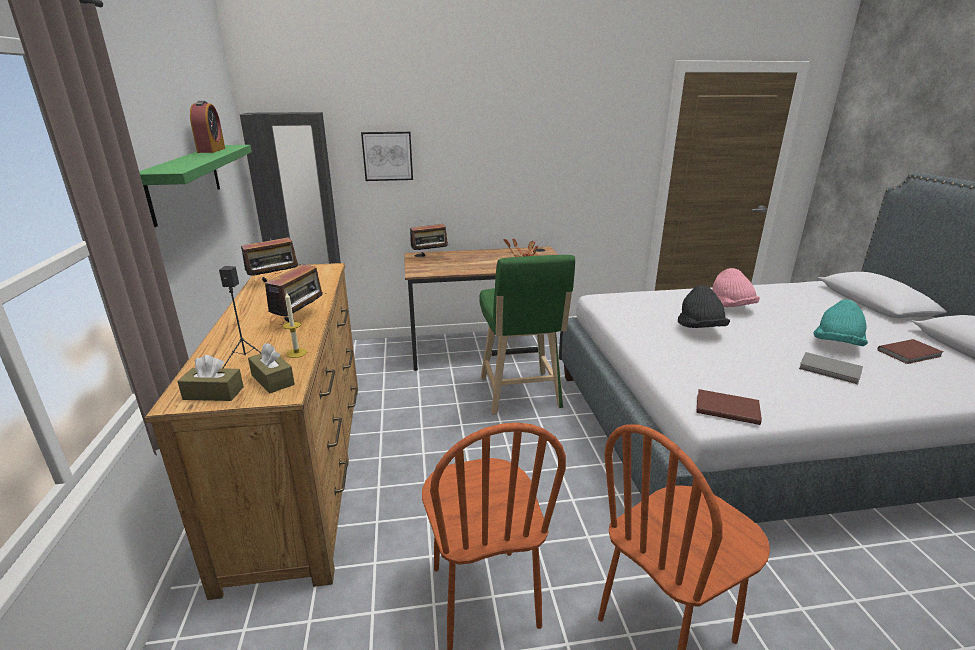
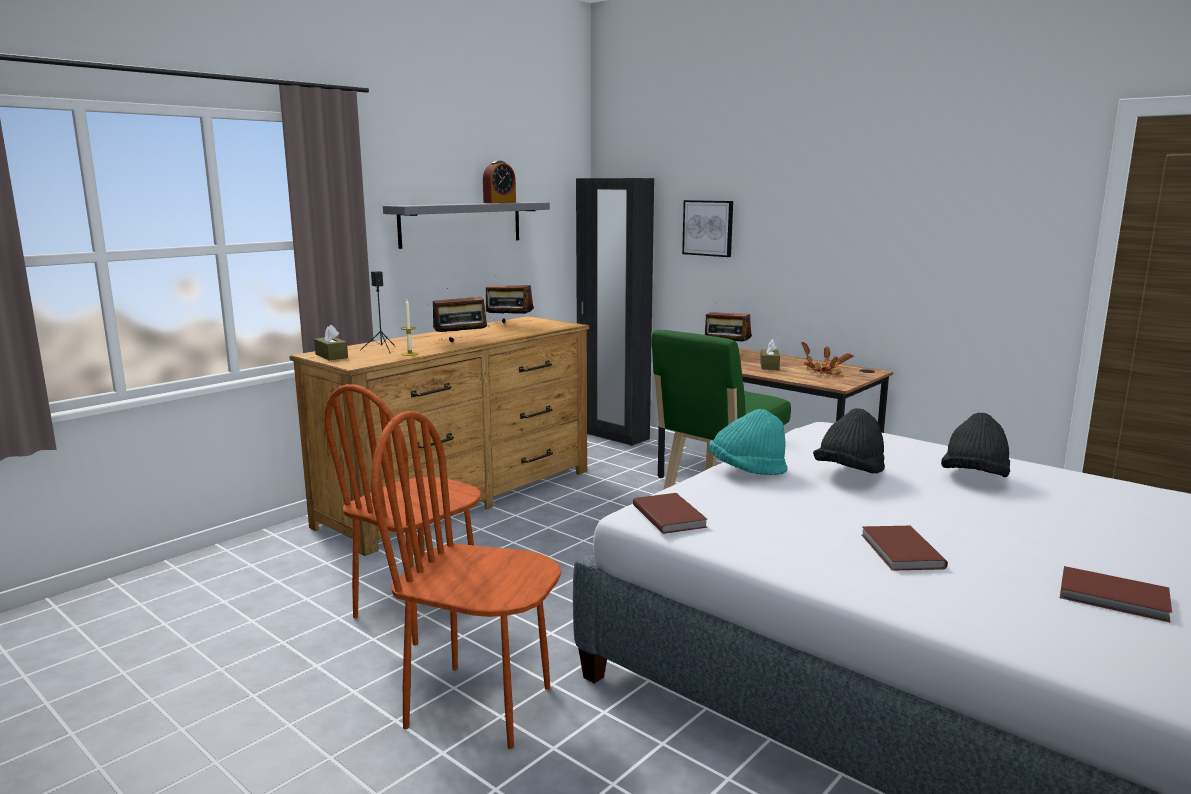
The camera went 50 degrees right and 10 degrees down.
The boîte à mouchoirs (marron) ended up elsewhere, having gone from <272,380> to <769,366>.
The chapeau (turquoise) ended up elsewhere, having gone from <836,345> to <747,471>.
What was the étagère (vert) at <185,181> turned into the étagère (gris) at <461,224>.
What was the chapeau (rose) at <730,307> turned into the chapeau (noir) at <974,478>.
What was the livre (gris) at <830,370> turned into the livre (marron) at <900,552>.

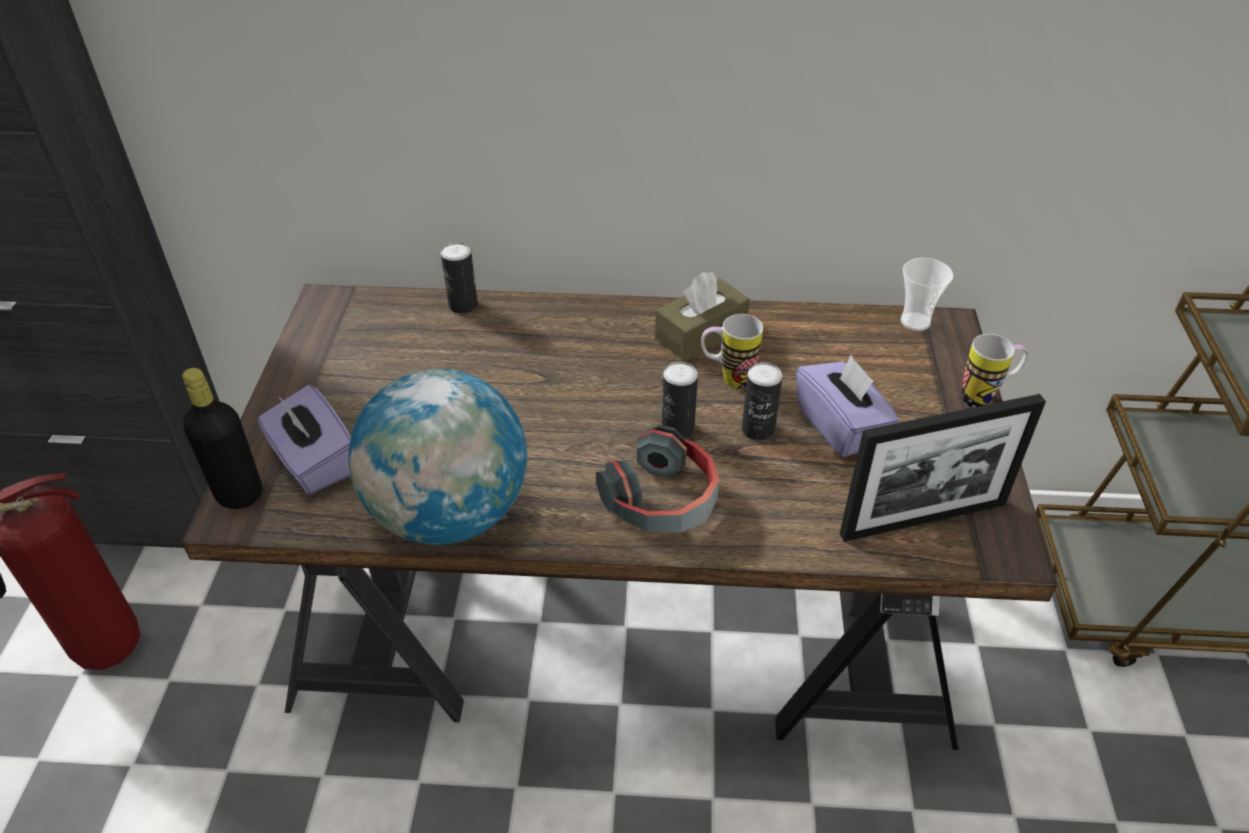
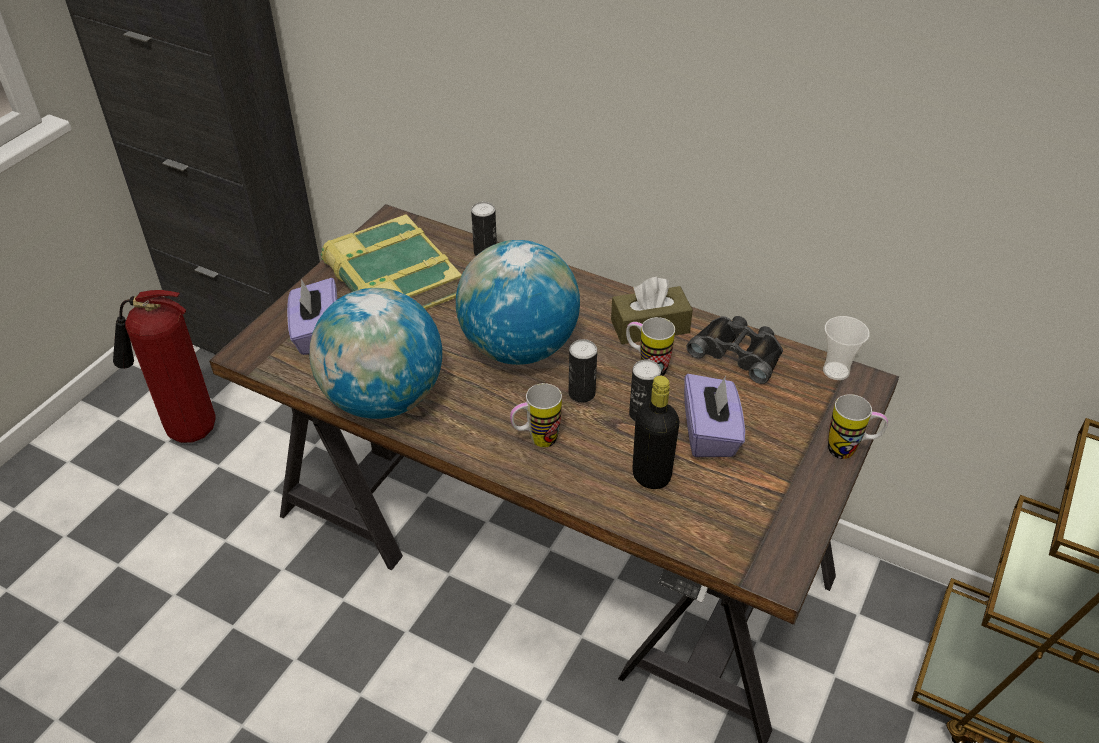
The camera went 25 degrees right and 0 degrees up.
The second view lost the cadre photo at <923,519>.
The second view gained the livre at <391,281>.
The second view gained the globe at <518,347>.
The second view gained the jumelles (noir) at <738,352>.
The bouteille (noir) ended up elsewhere, having gone from <239,494> to <651,476>.
Where the casque audio stood at <663,500>, the mug came to stand at <535,441>.

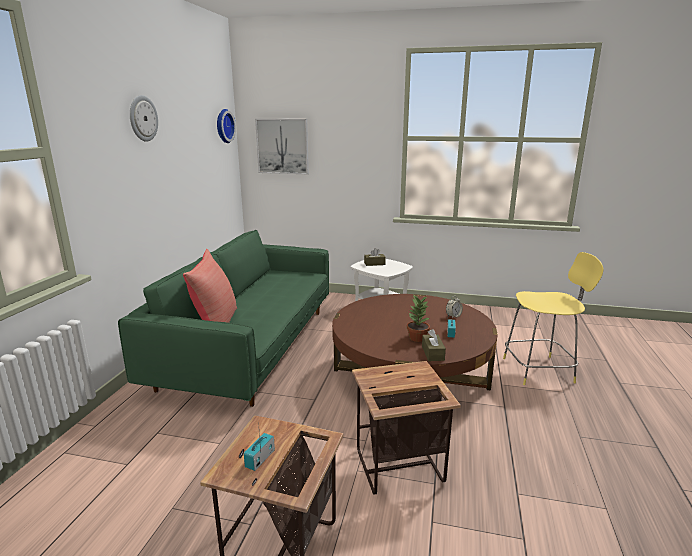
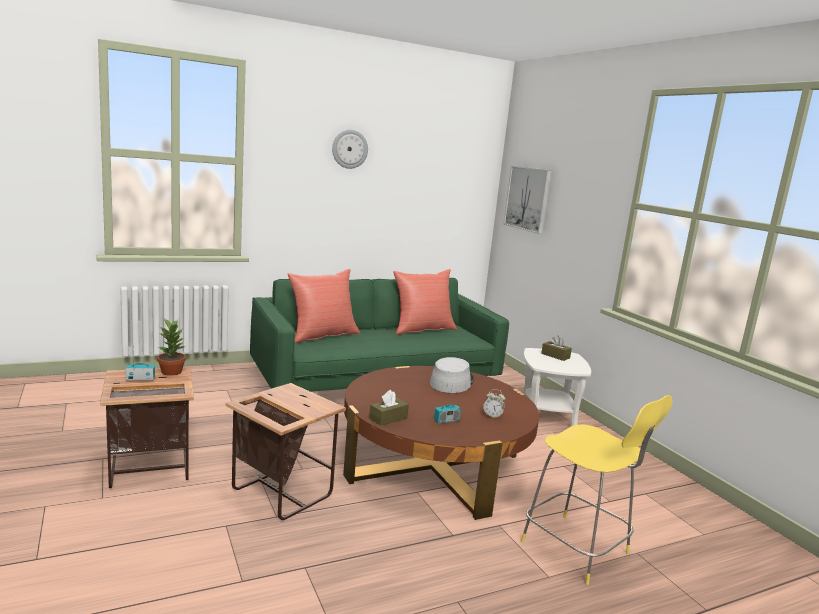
The camera went 50 degrees right and 5 degrees down.
The second view lost the horloge murale at <223,126>.
The second view gained the coussin (rouge) at <422,329>.
The second view gained the chapeau (gris) at <451,382>.
The plante en pot ended up elsewhere, having gone from <417,338> to <171,371>.

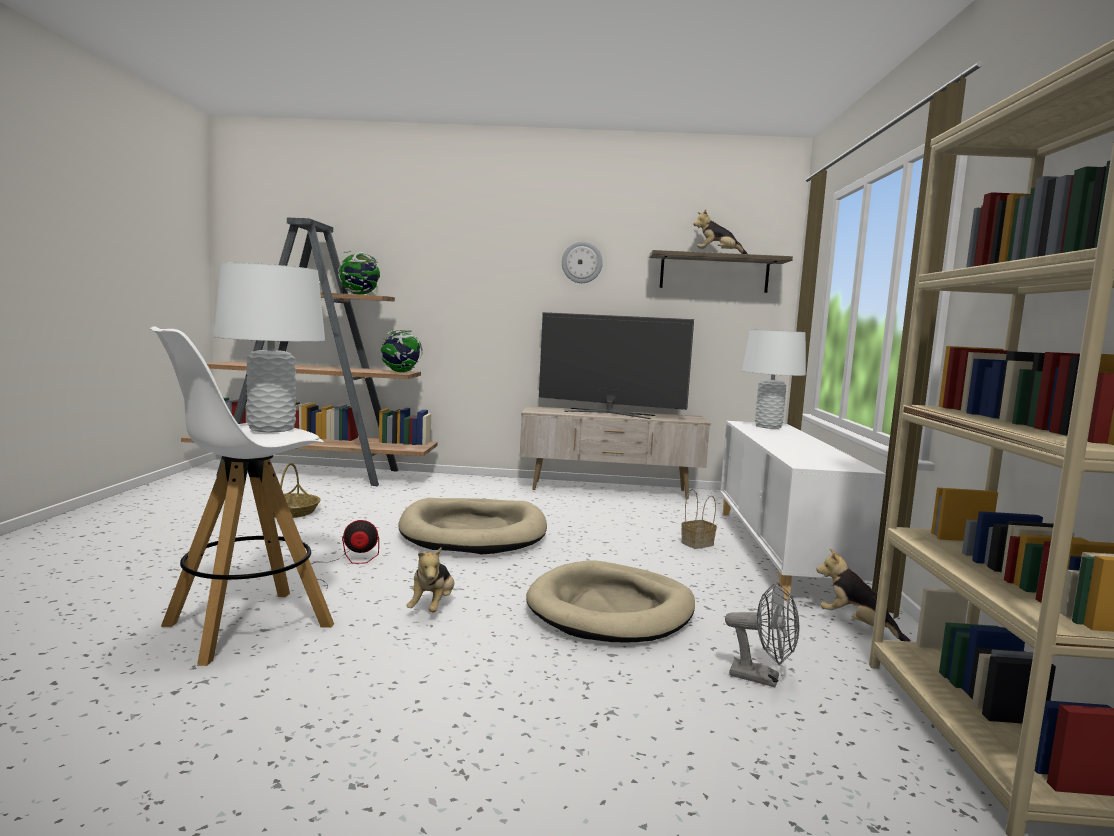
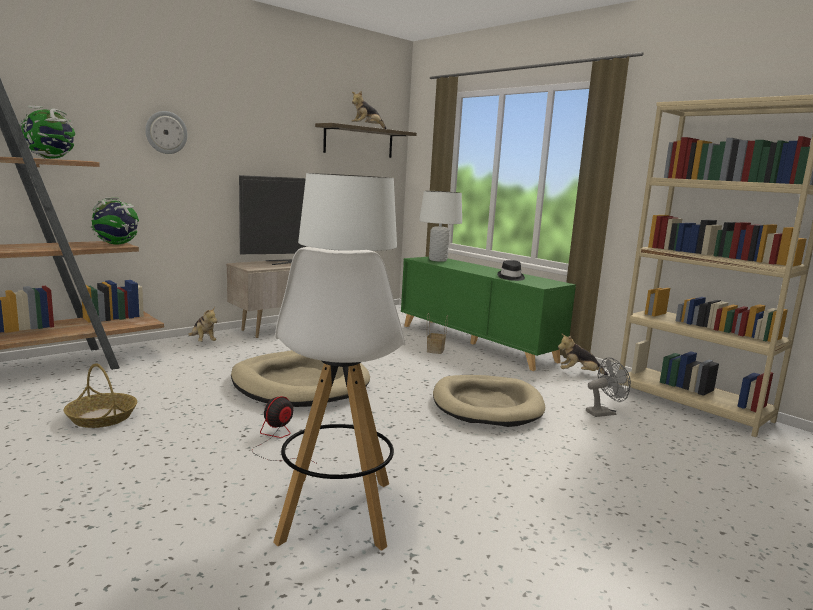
The camera went 45 degrees left and 5 degrees up.
The second view gained the chapeau (noir) at <510,277>.
The peluche ended up elsewhere, having gone from <432,607> to <202,342>.
The horloge murale ended up elsewhere, having gone from <582,262> to <166,132>.
What was the meuble de rangement (blanc) at <779,551> turned into the meuble de rangement (vert) at <476,343>.

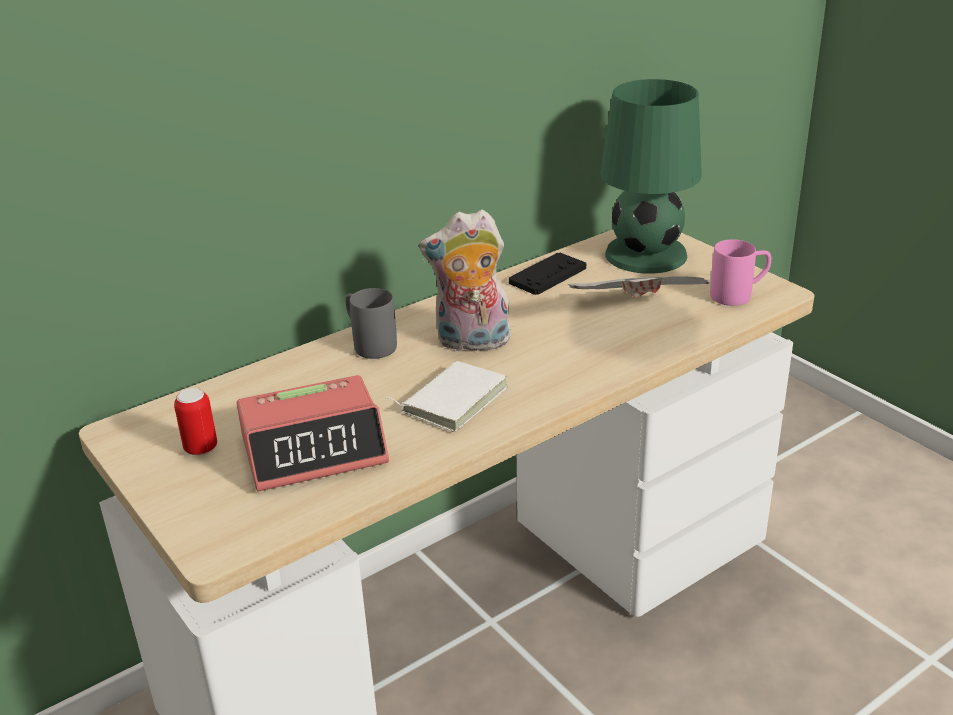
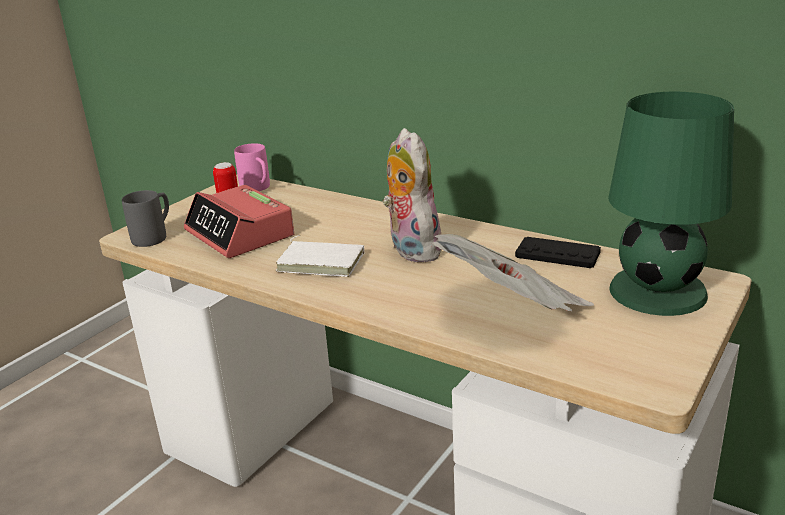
The camera went 70 degrees right and 5 degrees down.
The mug (gris) ended up elsewhere, having gone from <369,344> to <155,236>.
The mug (rose) ended up elsewhere, having gone from <739,295> to <258,188>.

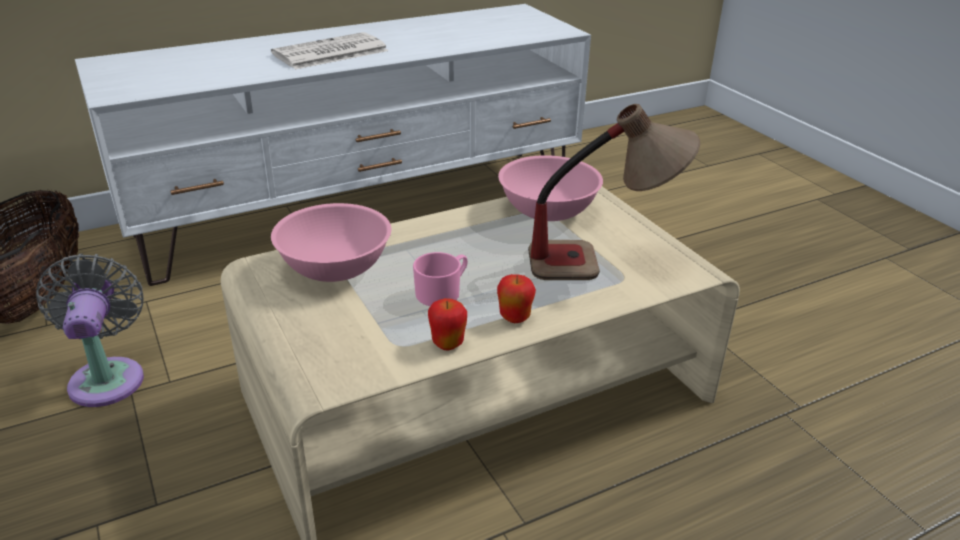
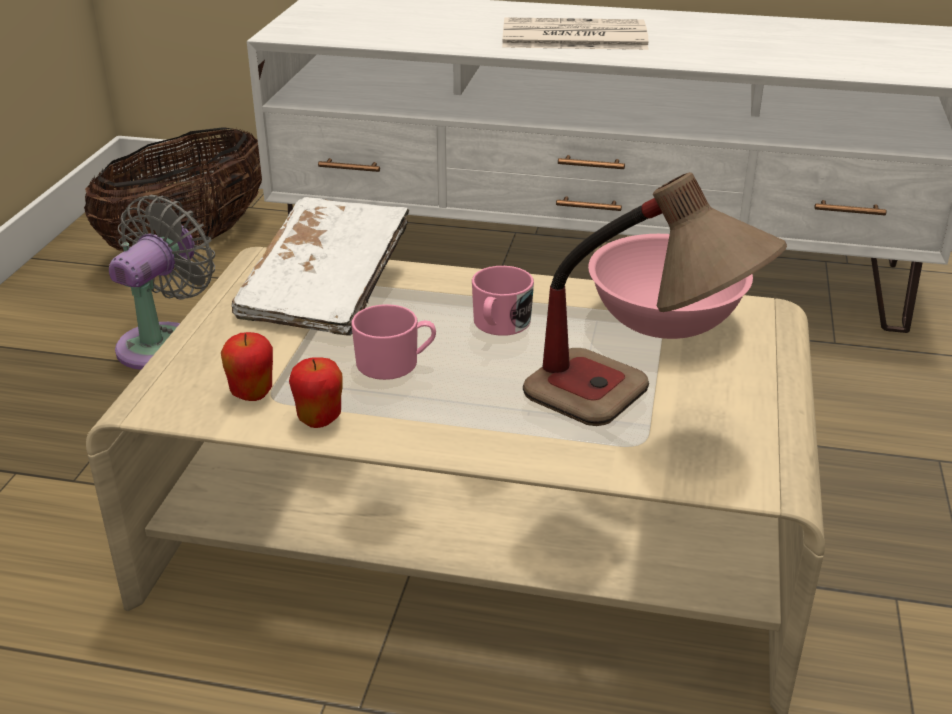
The camera went 40 degrees right and 0 degrees up.
The second view gained the mug (rose) at <499,325>.
The pomme ended up elsewhere, having gone from <514,318> to <252,393>.
Where the bol (rose) stood at <334,268>, the livre (blanc) came to stand at <326,291>.

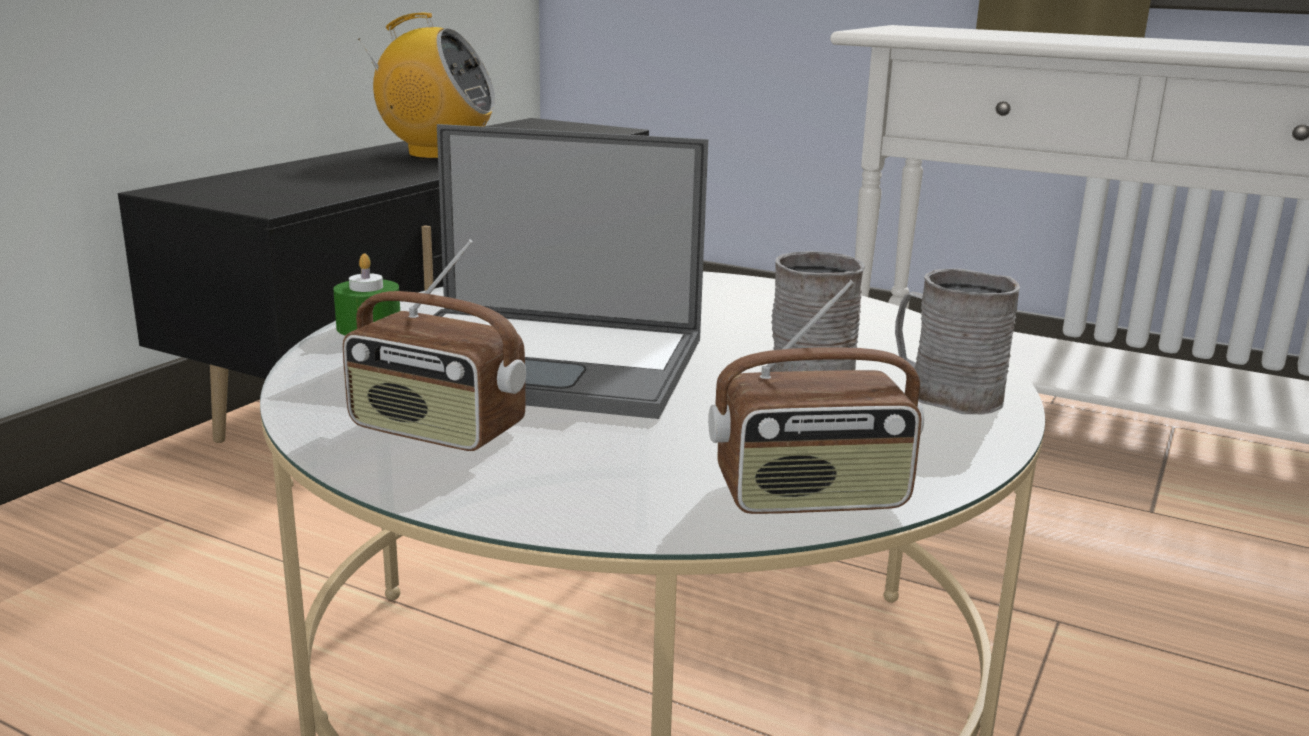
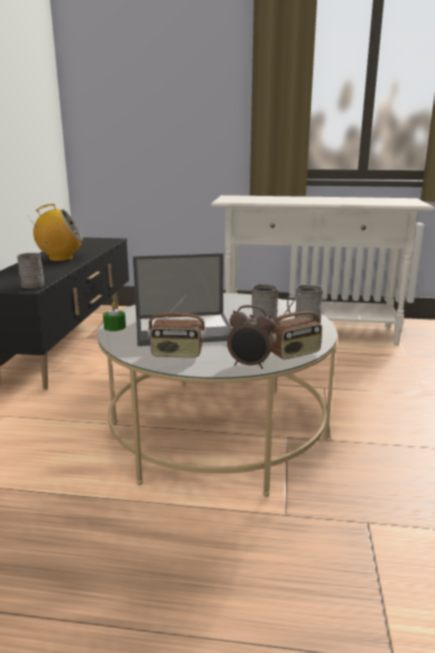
The camera went 20 degrees left and 0 degrees up.
The second view gained the mug (gris) at <34,284>.
The second view gained the réveil at <250,365>.

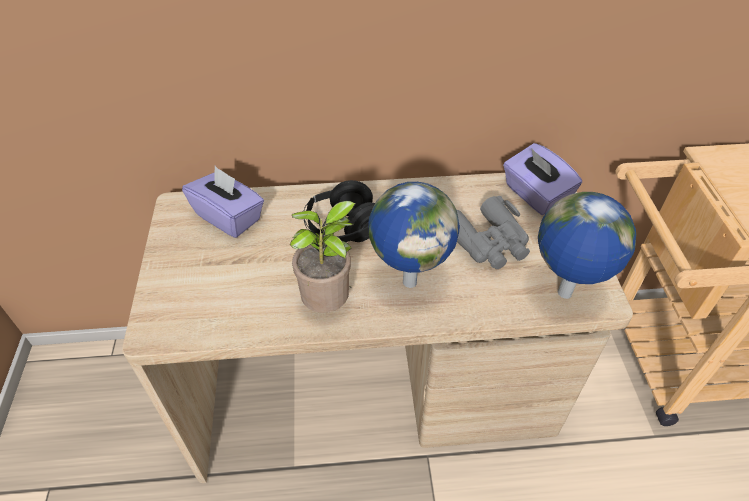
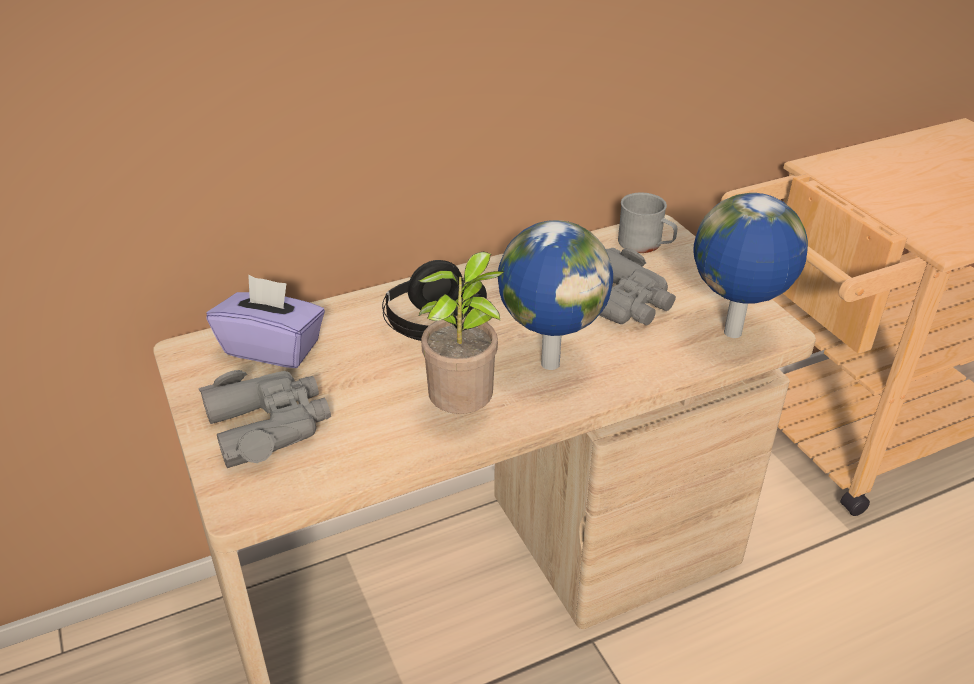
The camera went 20 degrees left and 10 degrees down.
The second view gained the jumelles (gris) at <269,425>.
Where the boîte à mouchoirs (violet) stood at <535,195>, the mug (gris) came to stand at <646,244>.

